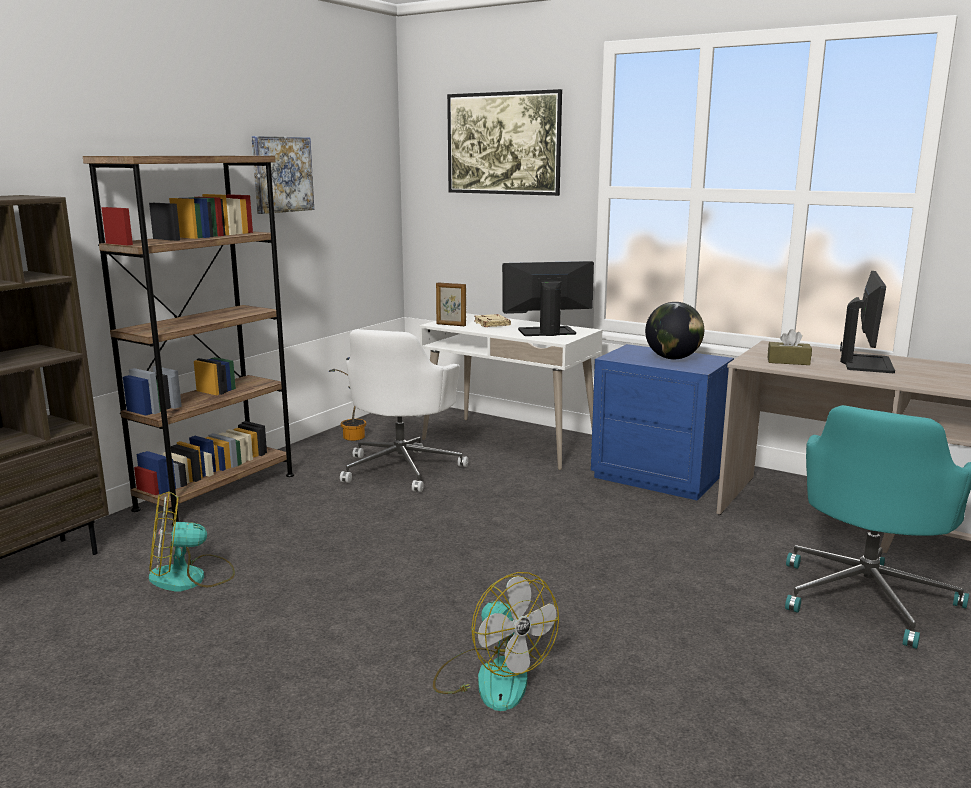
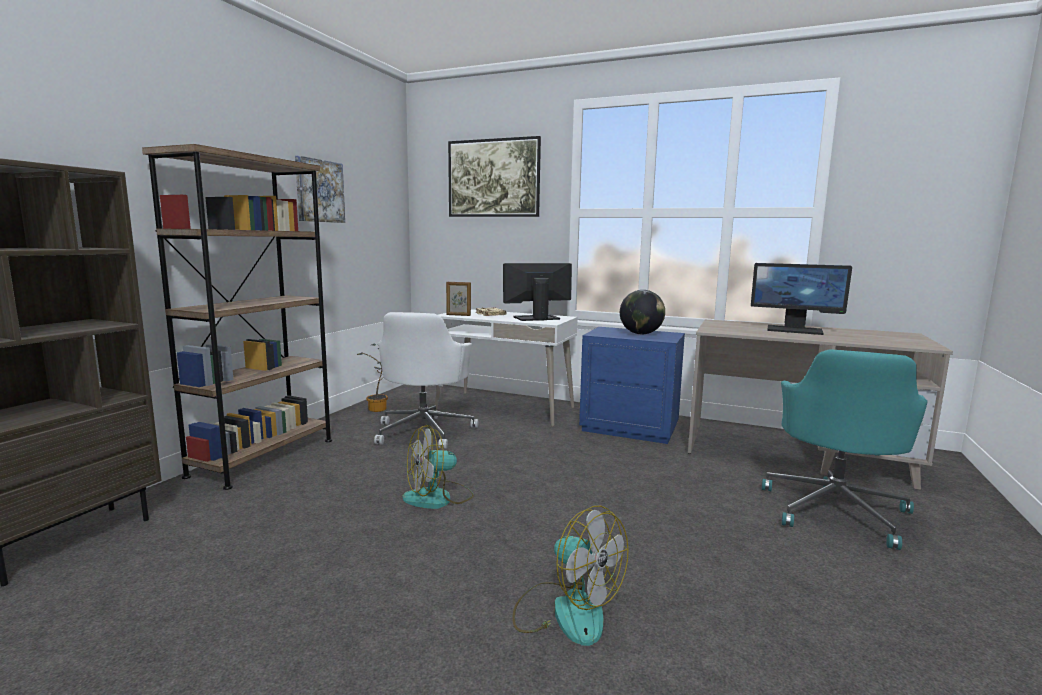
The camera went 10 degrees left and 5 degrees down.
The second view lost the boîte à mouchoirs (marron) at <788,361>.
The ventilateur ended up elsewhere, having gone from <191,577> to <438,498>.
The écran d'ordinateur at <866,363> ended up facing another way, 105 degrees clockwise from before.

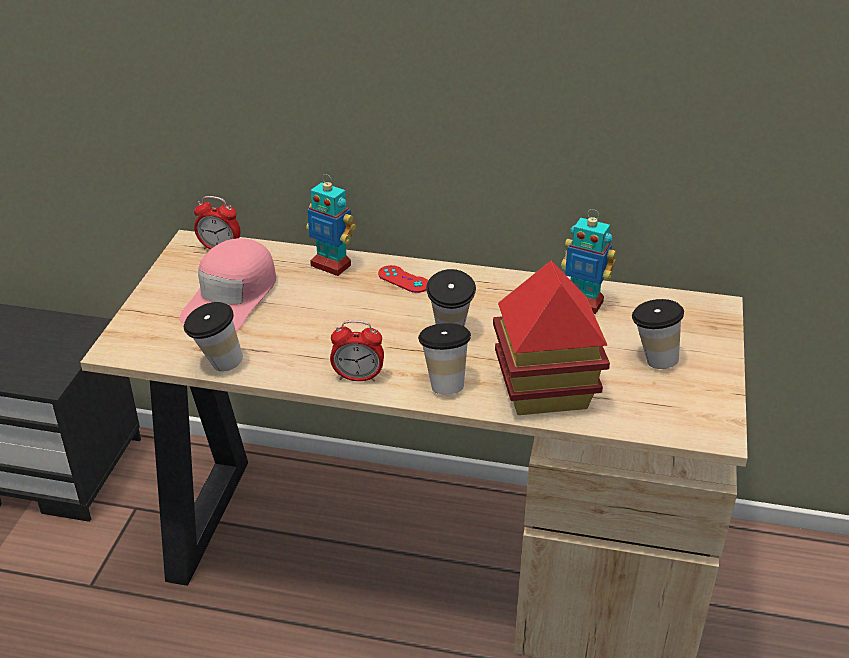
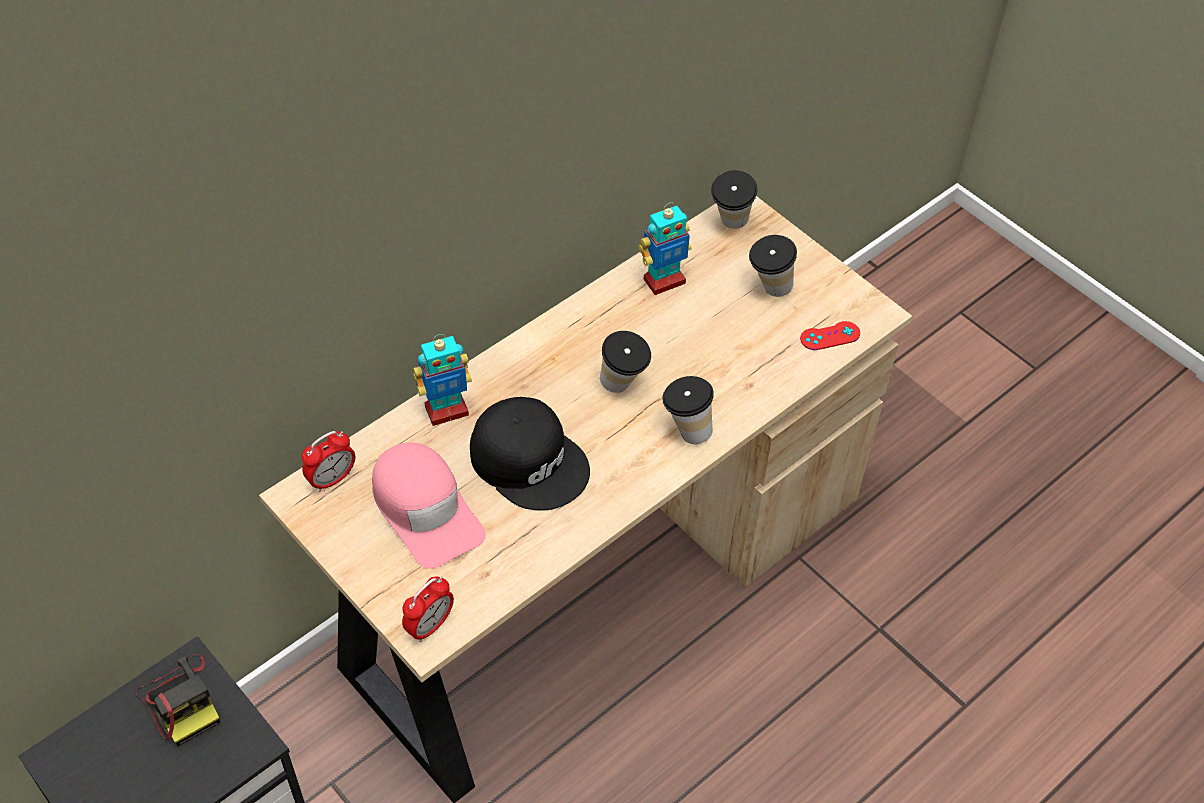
The camera went 55 degrees left and 15 degrees up.
The second view lost the maison miniature at <544,391>.
The second view gained the appareil photo at <182,701>.
The second view gained the casquette (noir) at <530,460>.
The tasse ended up elsewhere, having gone from <217,364> to <730,225>.
The réveil ended up elsewhere, having gone from <358,377> to <430,626>.
The manette (rouge) ended up elsewhere, having gone from <403,279> to <830,336>.

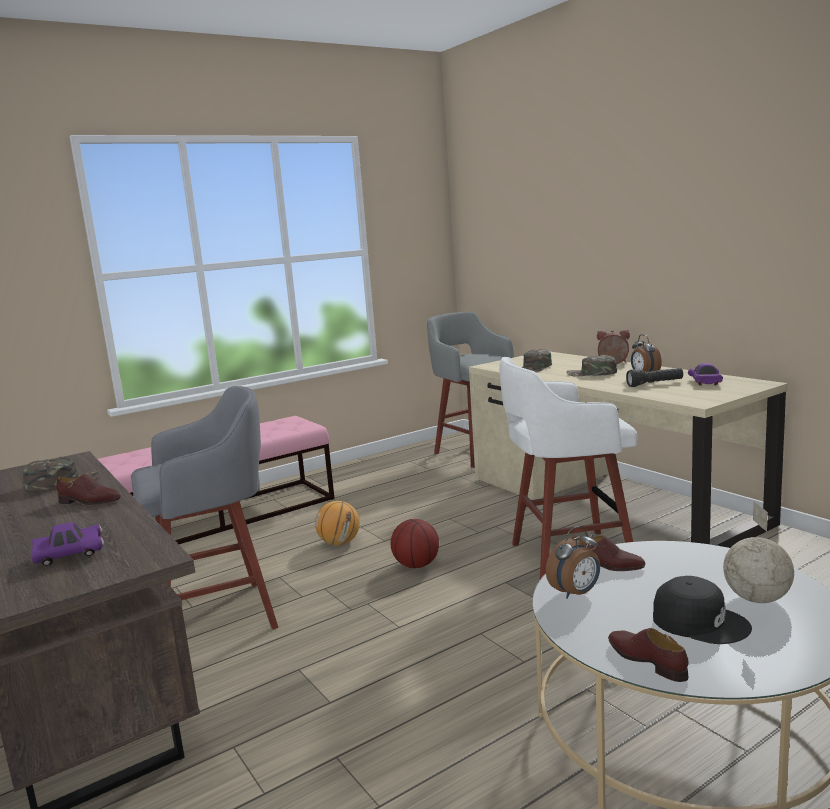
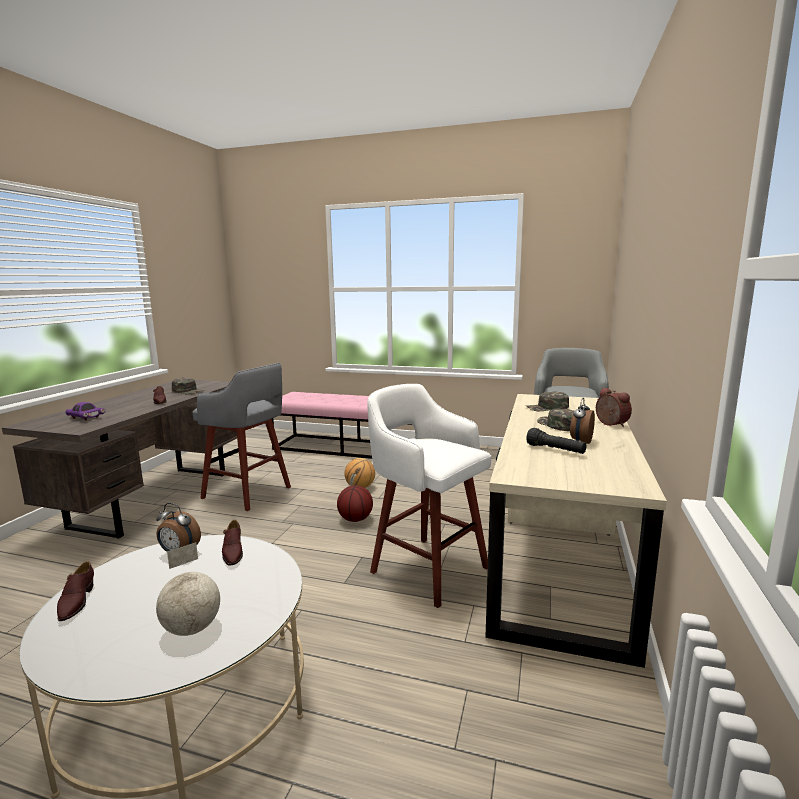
The camera went 50 degrees right and 0 degrees up.
The second view lost the casquette (noir) at <699,621>.
The second view lost the petite voiture (violet) at <705,382>.
The chaussure (marron) at <647,660> ended up facing another way, 150 degrees clockwise from before.

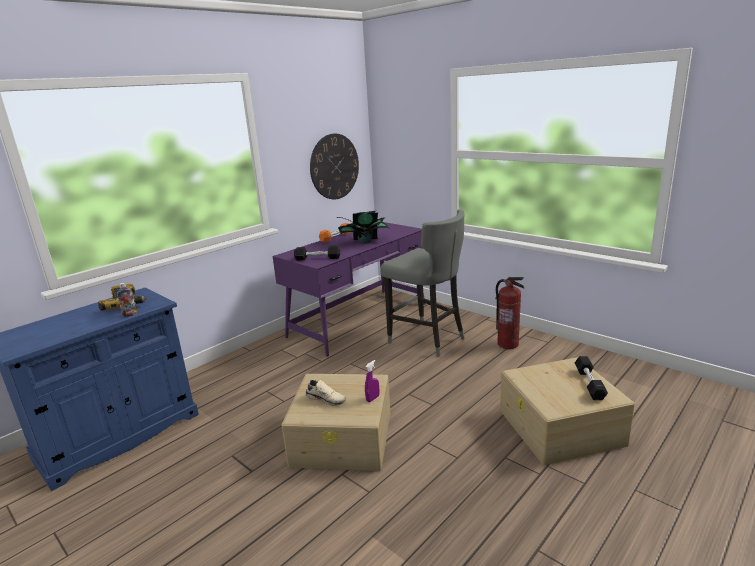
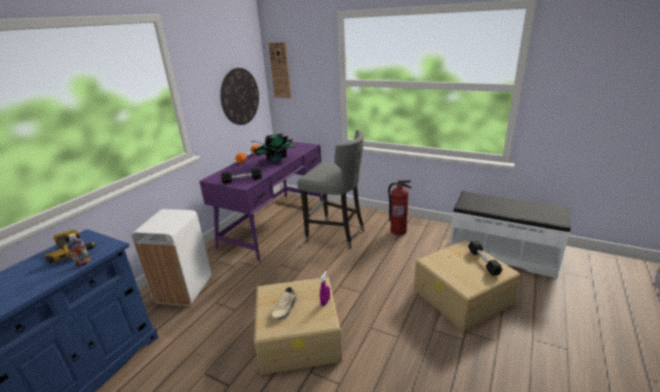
The camera went 15 degrees left and 5 degrees up.
The second view gained the poubelle (blanc) at <183,290>.
The second view gained the horloge murale at <280,70>.
The second view gained the banc (blanc) at <502,253>.
The chaussure (beige) at <326,399> ended up facing another way, 105 degrees clockwise from before.

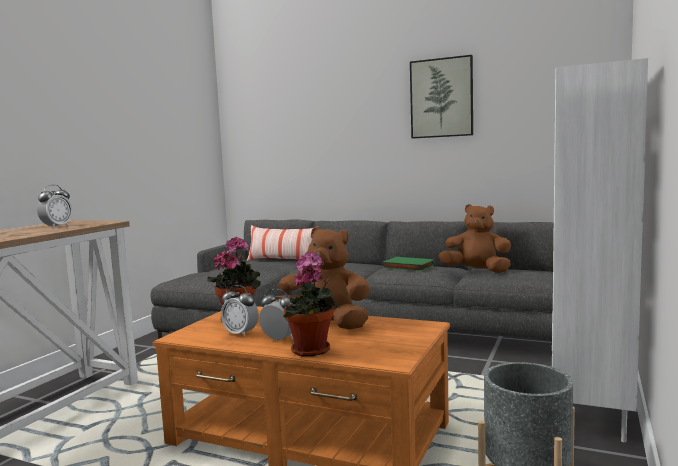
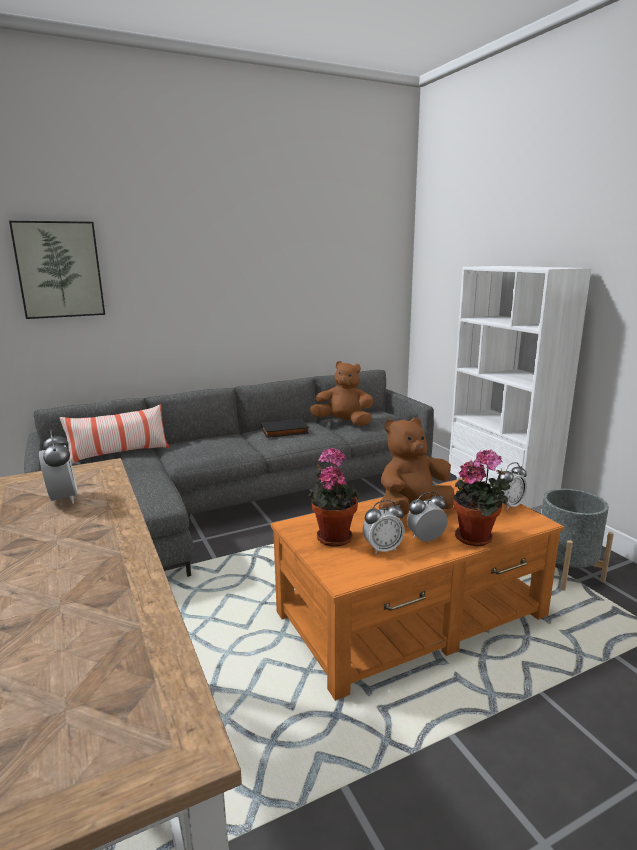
The camera went 50 degrees left and 10 degrees up.
The second view gained the réveil at <508,505>.
The tableau ended up elsewhere, having gone from <441,98> to <59,270>.
What was the livre (vert) at <407,267> turned into the livre (noir) at <284,431>.
The peluche (marron) at <476,271> ended up facing another way, 45 degrees clockwise from before.

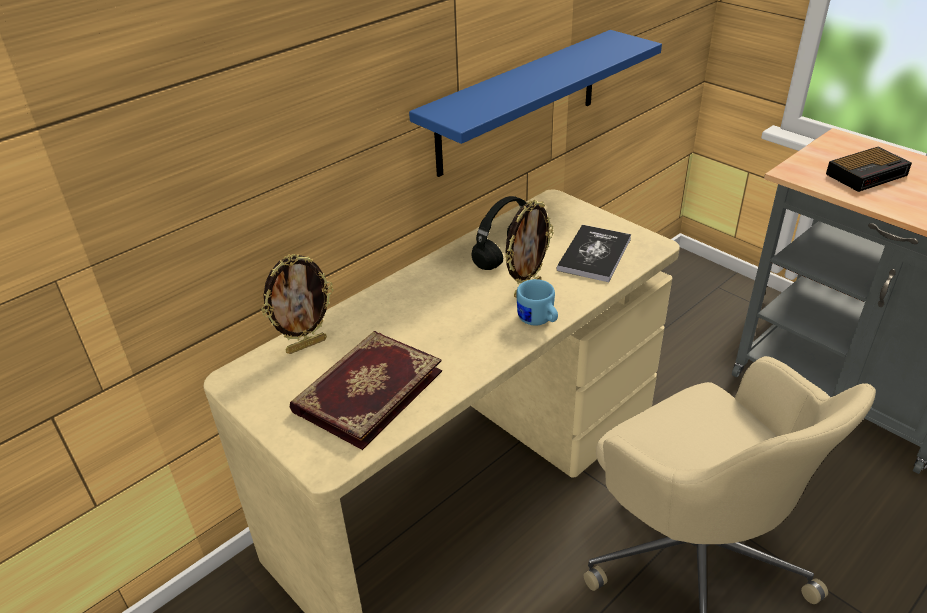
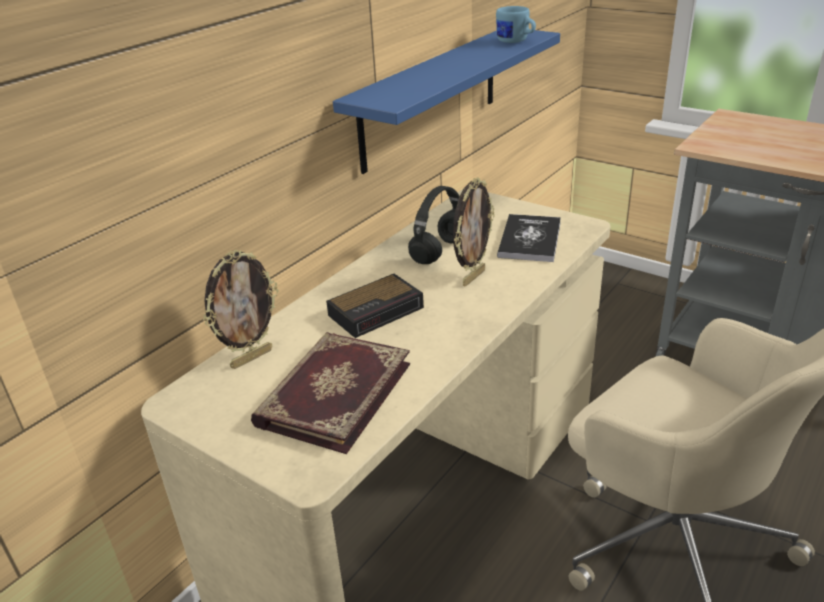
The camera went 10 degrees left and 5 degrees down.
The mug (bleu) ended up elsewhere, having gone from <538,321> to <516,41>.
The réveil ended up elsewhere, having gone from <867,174> to <377,311>.

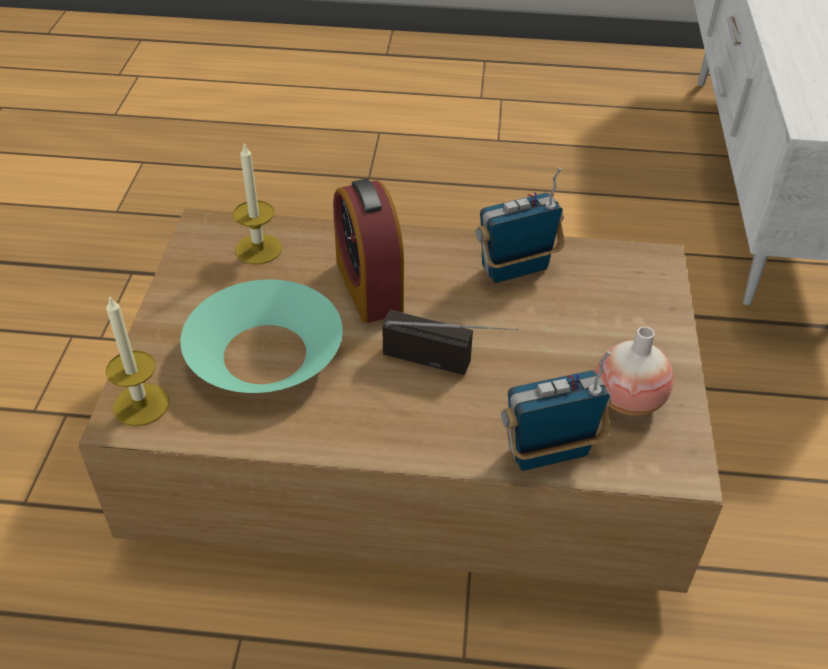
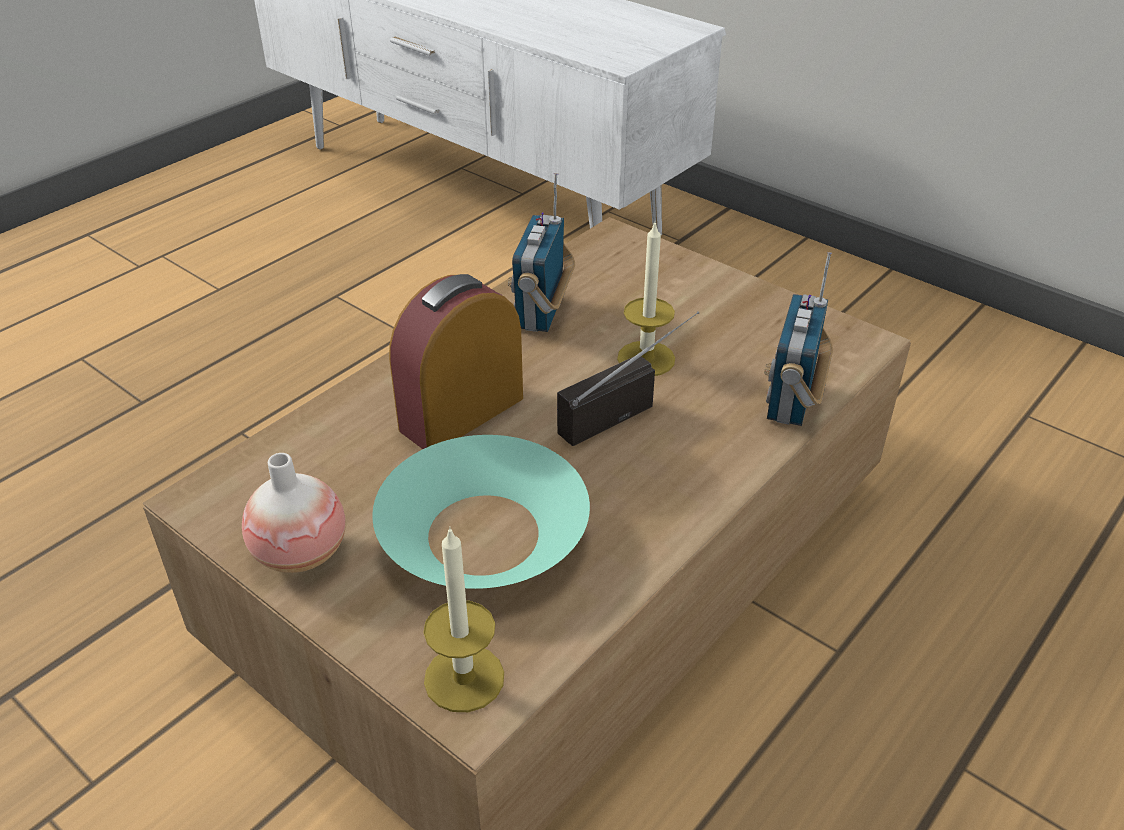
The camera went 55 degrees left and 5 degrees down.
The bougie ended up elsewhere, having gone from <258,249> to <646,358>.
The vase ended up elsewhere, having gone from <628,400> to <300,553>.
The réveil at <369,287> ended up facing another way, 120 degrees clockwise from before.

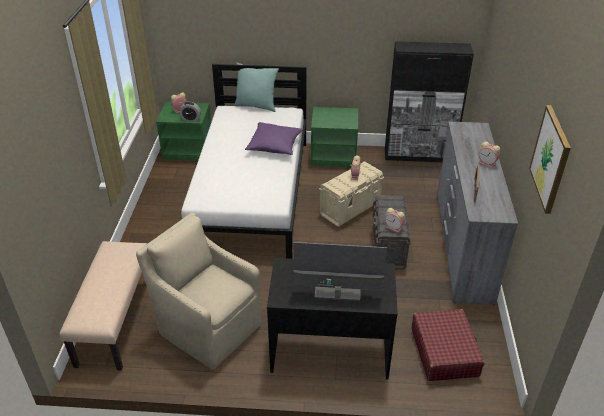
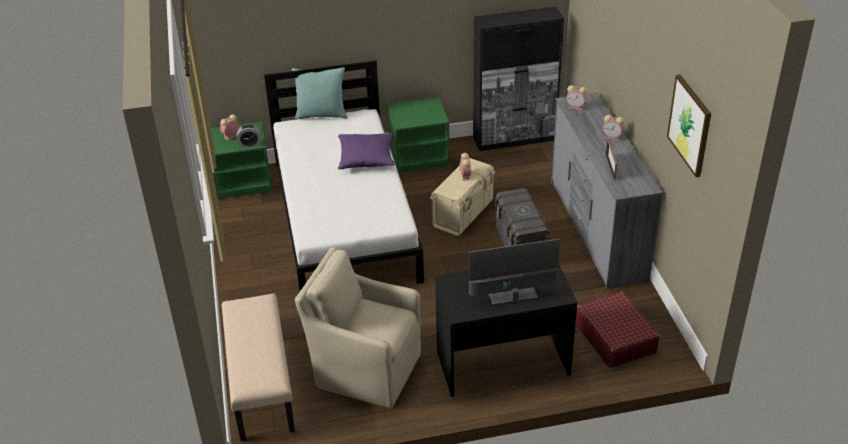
The camera went 15 degrees left and 0 degrees up.
The réveil ended up elsewhere, having gone from <394,228> to <576,107>.

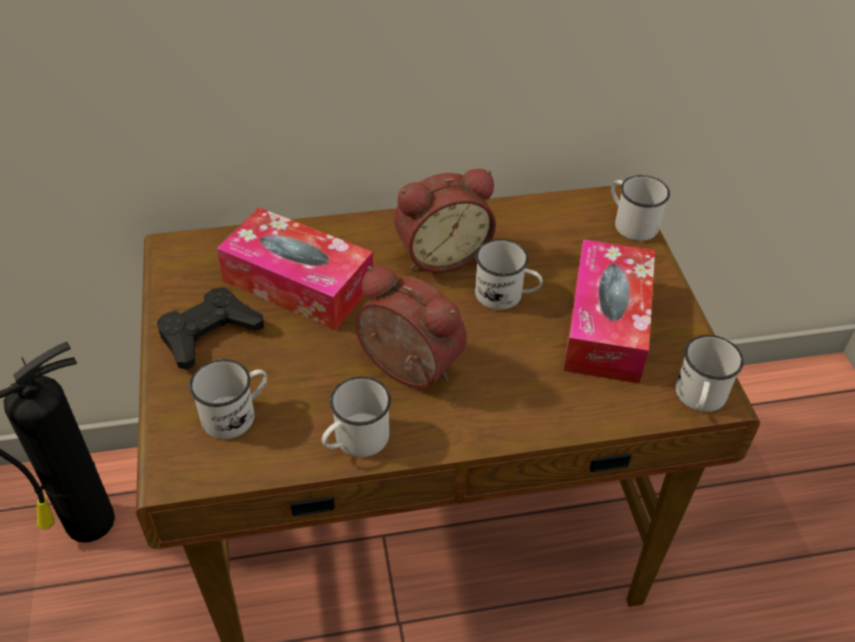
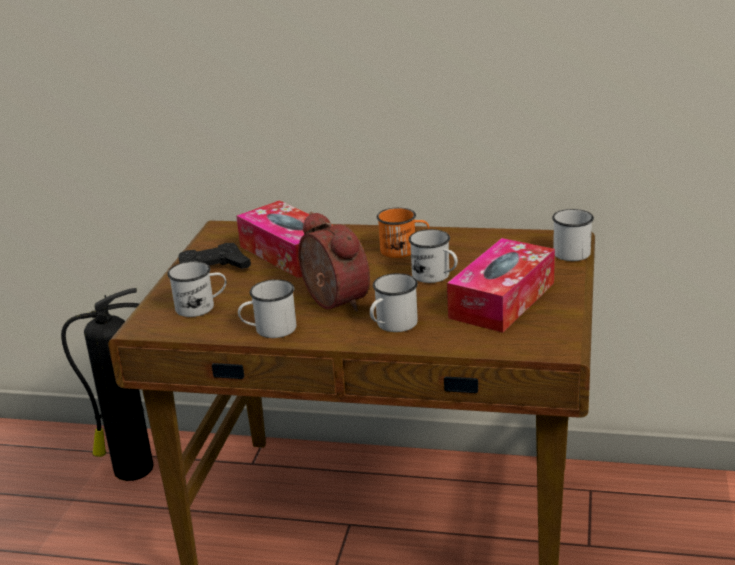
The camera went 25 degrees right and 20 degrees down.
The mug (blanc) ended up elsewhere, having gone from <699,399> to <392,325>.
Where the réveil stood at <441,253>, the mug (orange) came to stand at <404,250>.

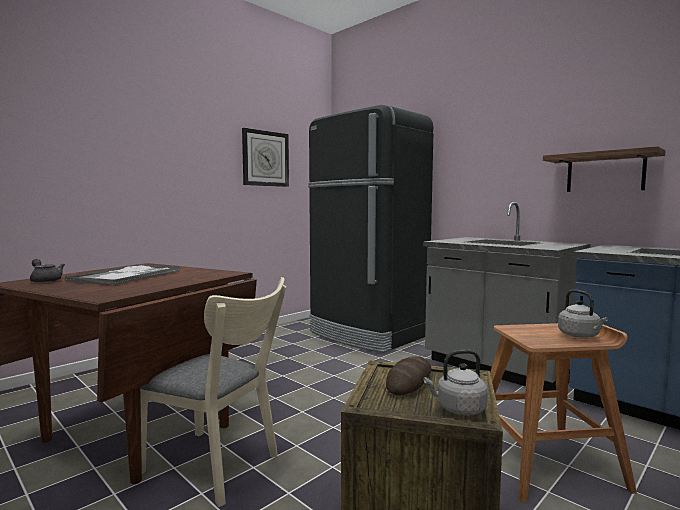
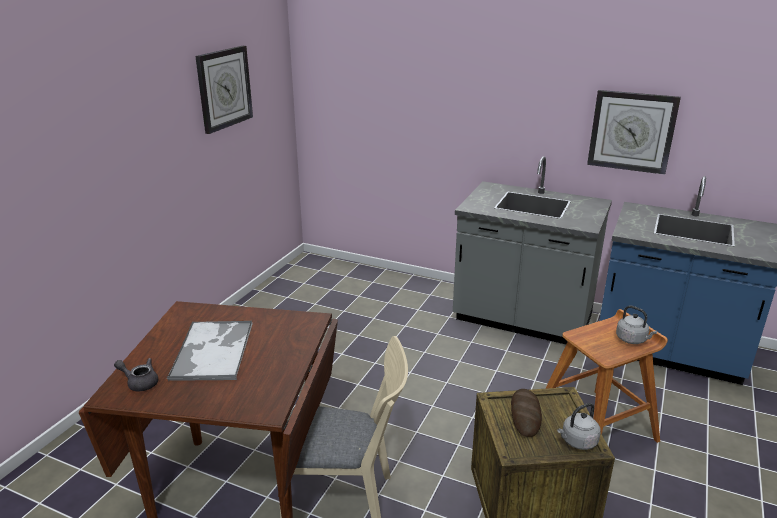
The camera went 20 degrees left and 20 degrees up.
The second view lost the réfrigérateur (noir) at <367,334>.
Where the étagère hung at <605,172>, the horloge murale came to hang at <632,131>.

